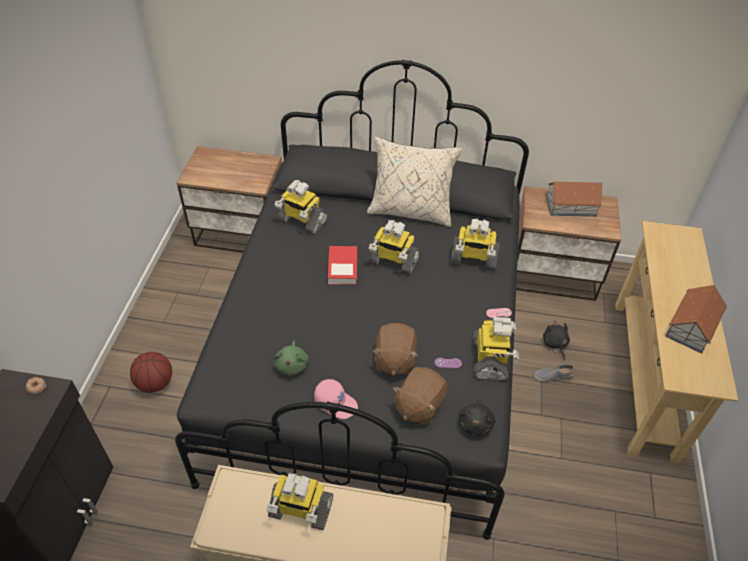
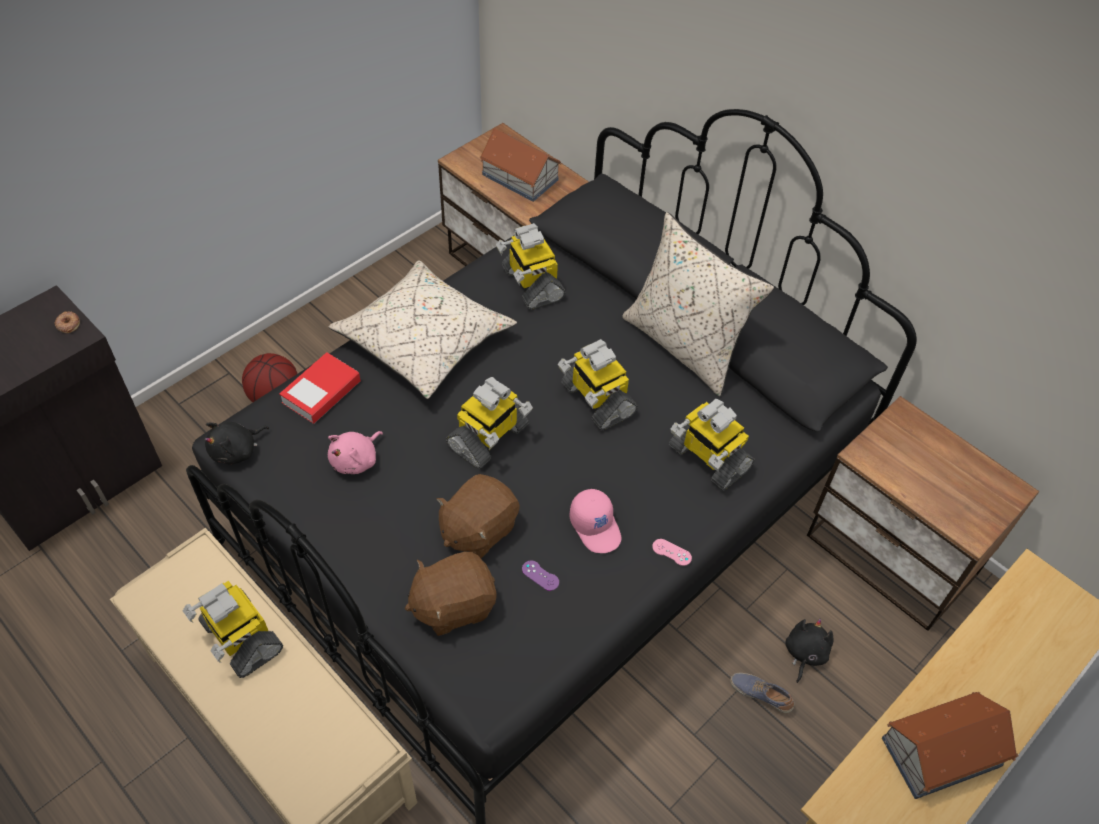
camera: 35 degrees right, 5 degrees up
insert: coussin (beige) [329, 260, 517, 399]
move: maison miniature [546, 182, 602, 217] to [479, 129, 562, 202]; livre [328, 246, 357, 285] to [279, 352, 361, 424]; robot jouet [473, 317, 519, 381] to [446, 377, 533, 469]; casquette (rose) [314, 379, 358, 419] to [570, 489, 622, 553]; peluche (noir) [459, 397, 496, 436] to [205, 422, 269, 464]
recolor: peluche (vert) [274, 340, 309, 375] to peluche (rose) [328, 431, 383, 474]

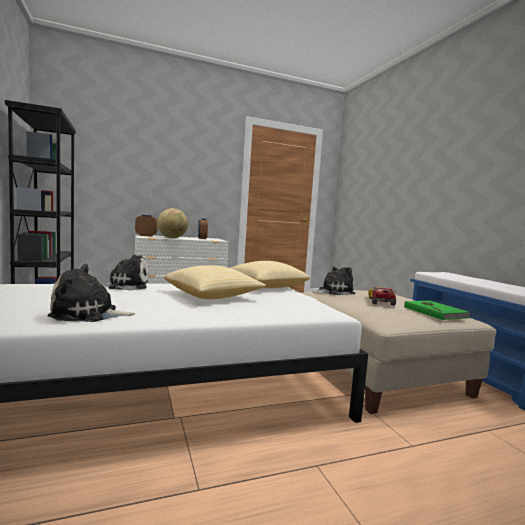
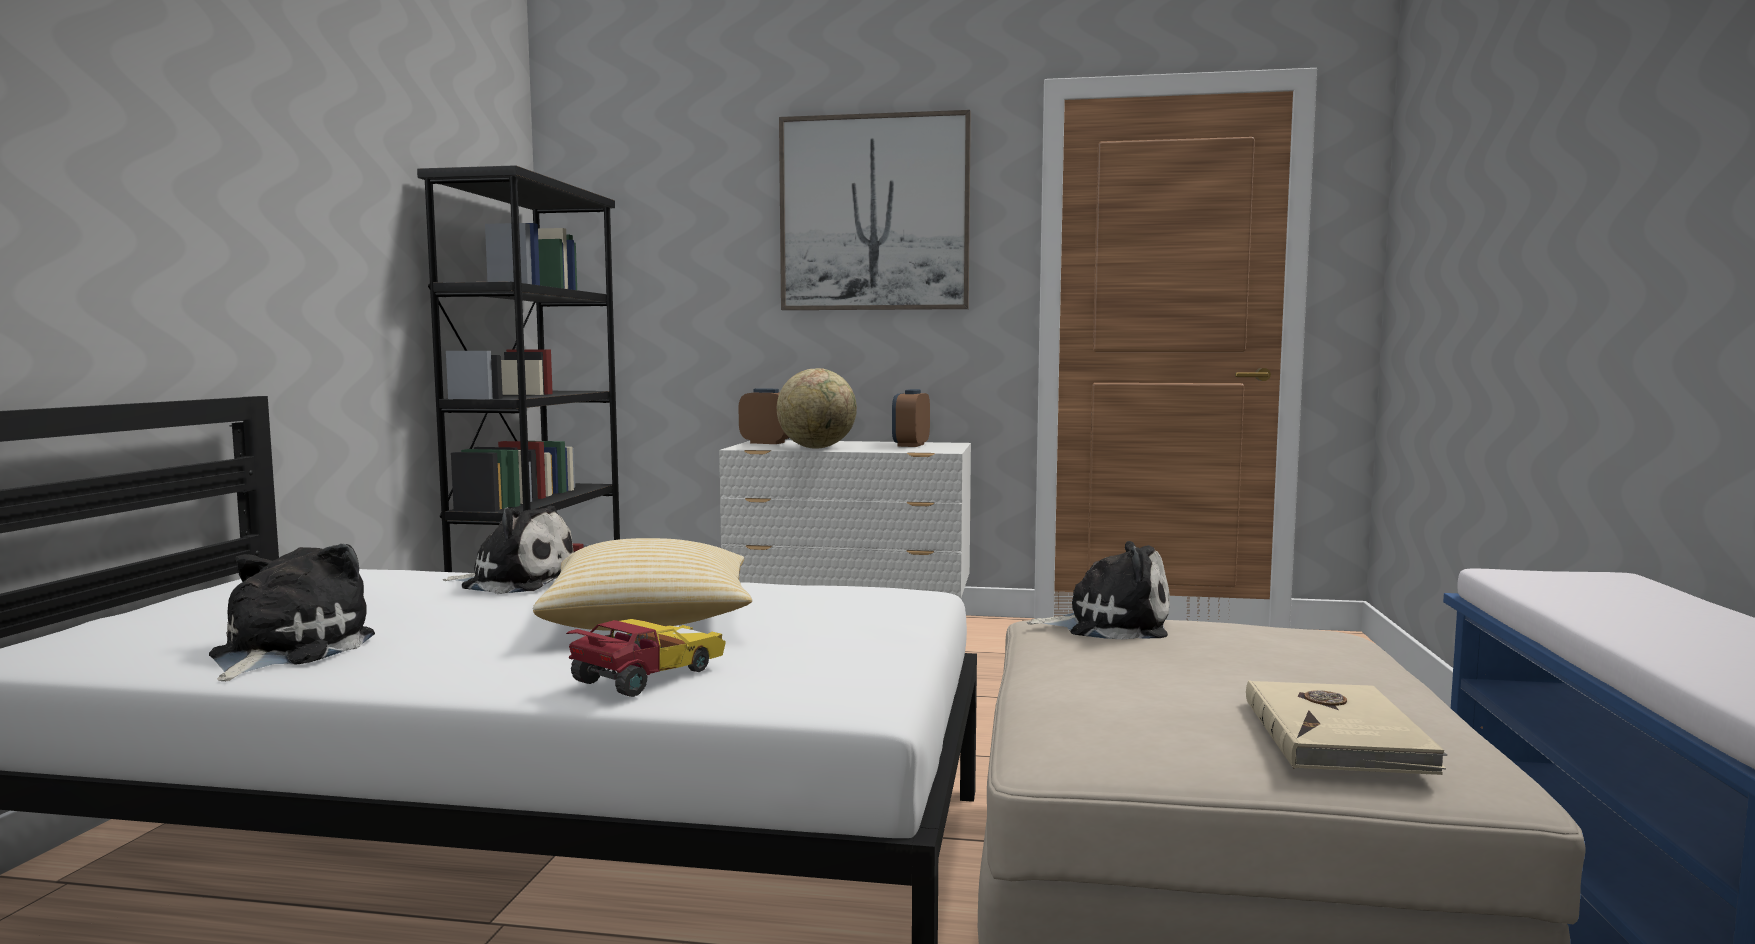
camera: 30 degrees right, 0 degrees up
delete: coussin [231, 261, 310, 288]
insert: tableau [779, 110, 971, 310]
move: petite voiture [368, 287, 396, 306] to [566, 619, 726, 697]
recolor: livre (vert) [404, 300, 470, 320] to livre (beige) [1246, 680, 1447, 775]
rotate: peluche [47, 264, 135, 322] = [209, 544, 375, 681] 75 degrees clockwise

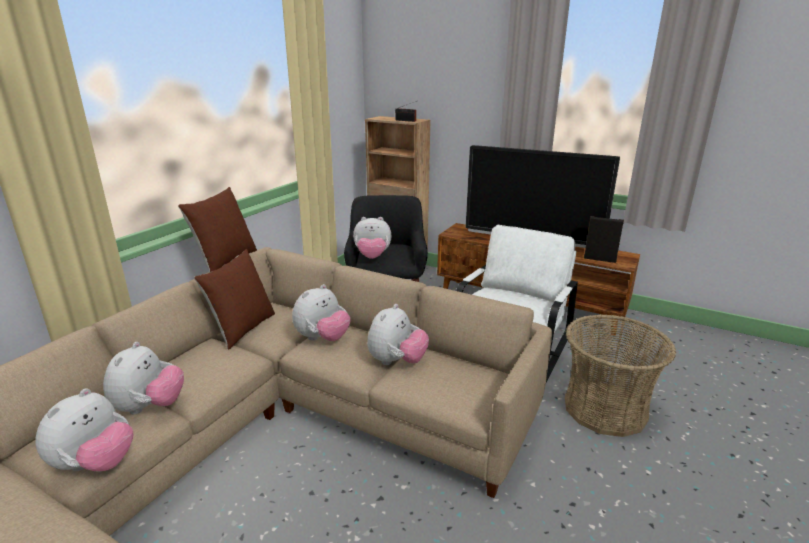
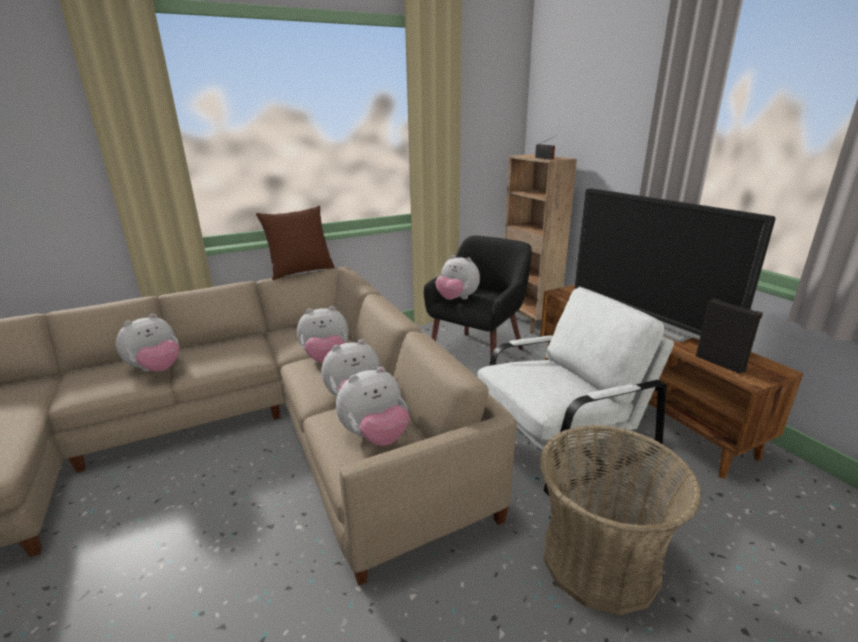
camera: 35 degrees right, 0 degrees up
delete: coussin (marron) [194, 249, 275, 350]
move: peluche [35, 388, 133, 472] to [336, 367, 409, 446]

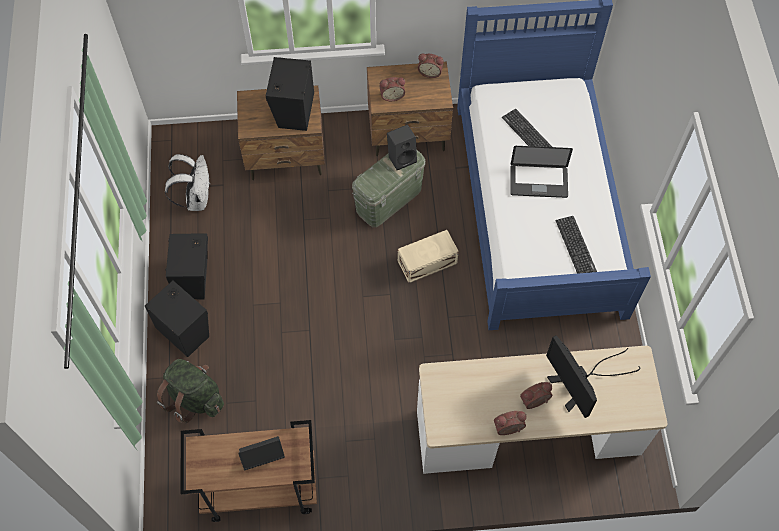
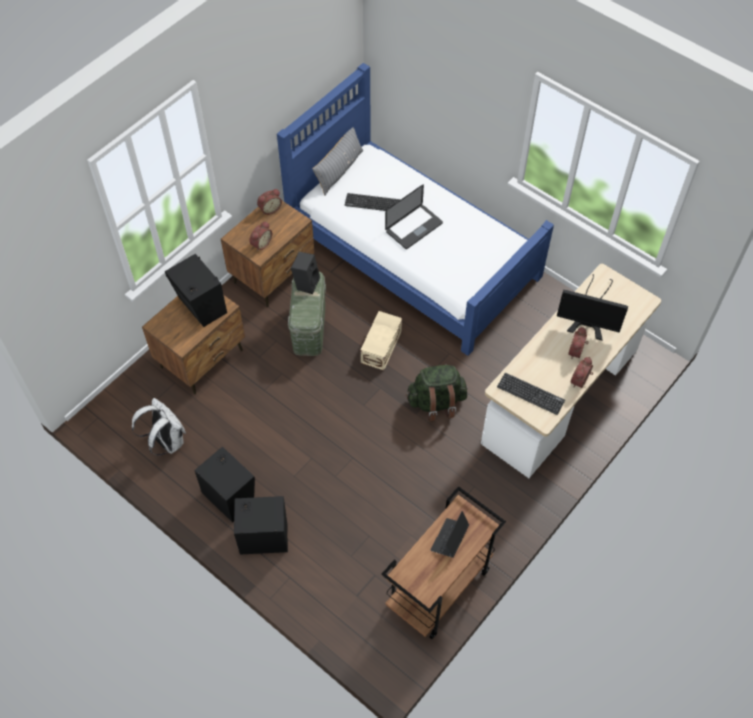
camera: 45 degrees left, 5 degrees down
insert: coussin (gris) [313, 127, 363, 196]
move: clavier [556, 216, 597, 274] to [497, 373, 565, 415]; sac à dos (vert) [157, 359, 224, 423] to [406, 365, 468, 422]

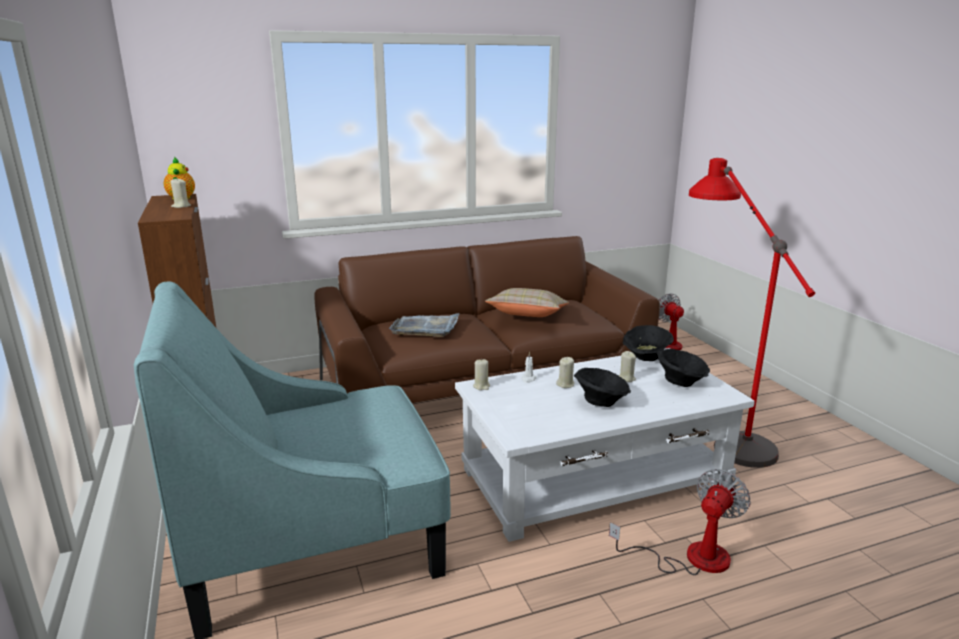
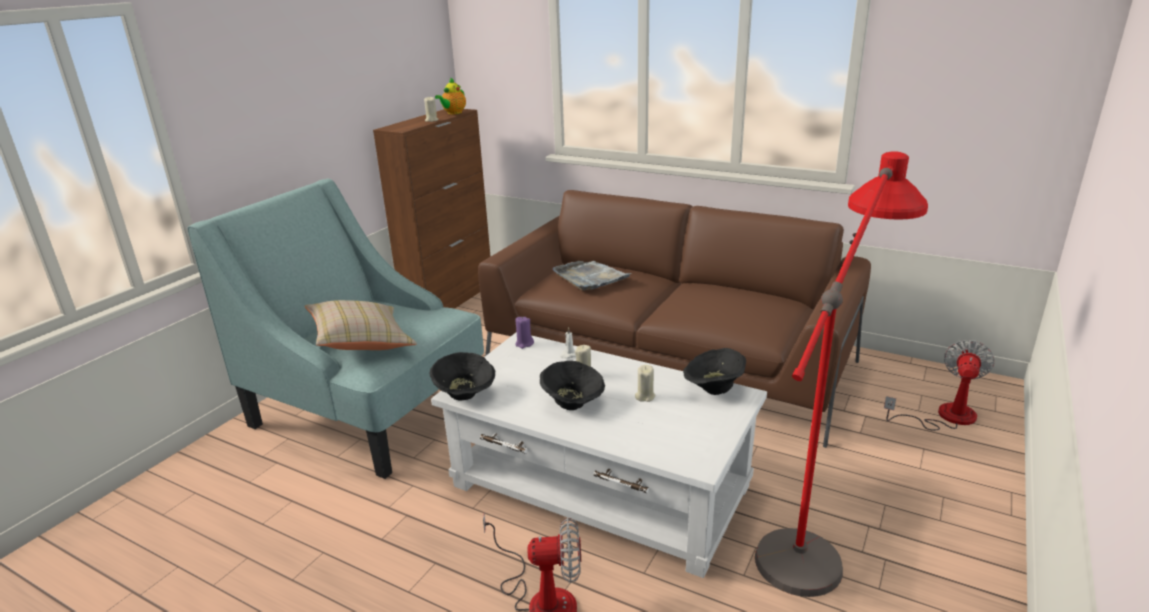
camera: 50 degrees right, 5 degrees up
move: coussin (beige) [485, 288, 569, 317] to [305, 300, 417, 350]; bol (noir) [657, 349, 710, 387] to [430, 352, 495, 401]
recolor: bougie (beige) [473, 359, 490, 390] to bougie (violet) [515, 316, 534, 349]

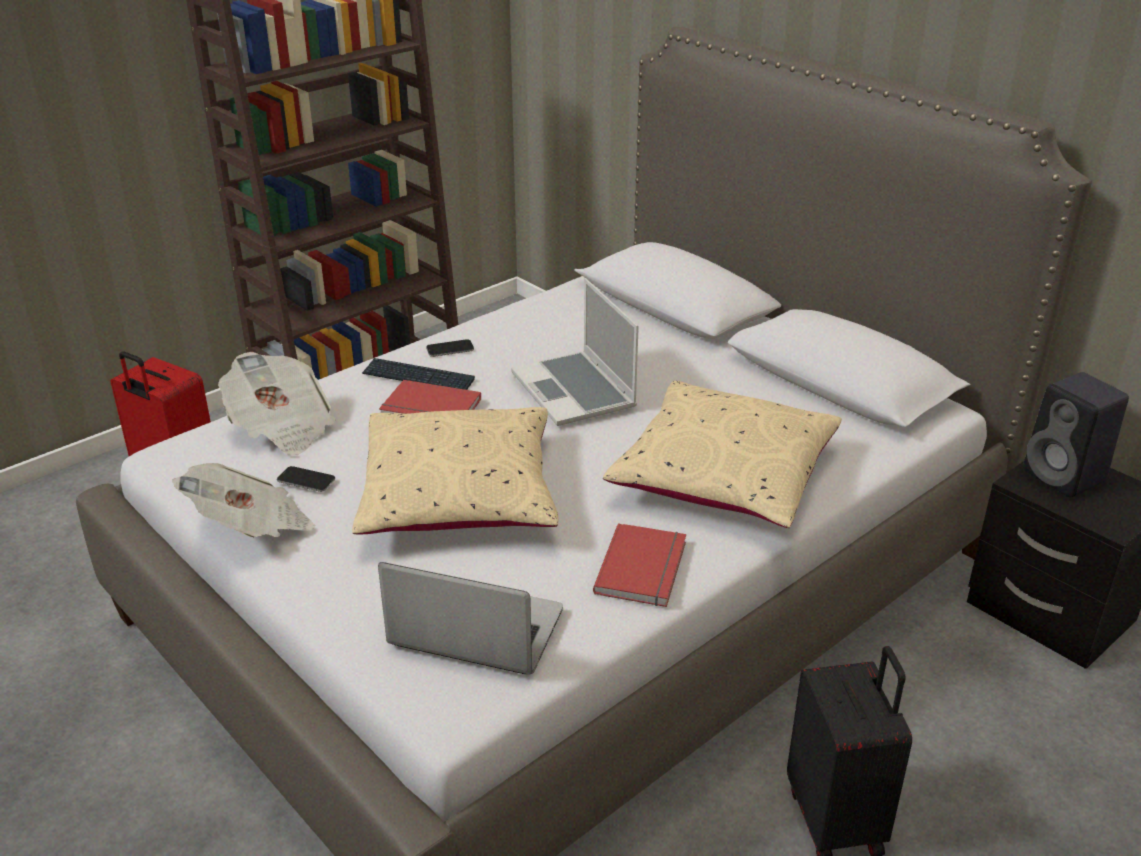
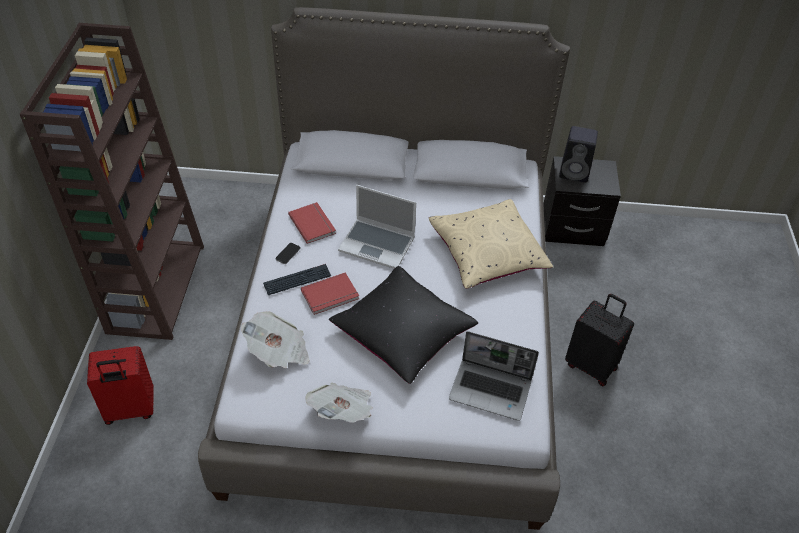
camera: 45 degrees left, 15 degrees up
delete: téléphone [277, 466, 335, 492]
move: livre (rouge) [593, 523, 686, 607] to [288, 202, 336, 244]
recolor: coussin (beige) [352, 407, 558, 534] to coussin (noir) [329, 266, 478, 384]
rotate: ordinateur portable [378, 562, 563, 674] = [449, 331, 539, 421] 135 degrees counterclockwise

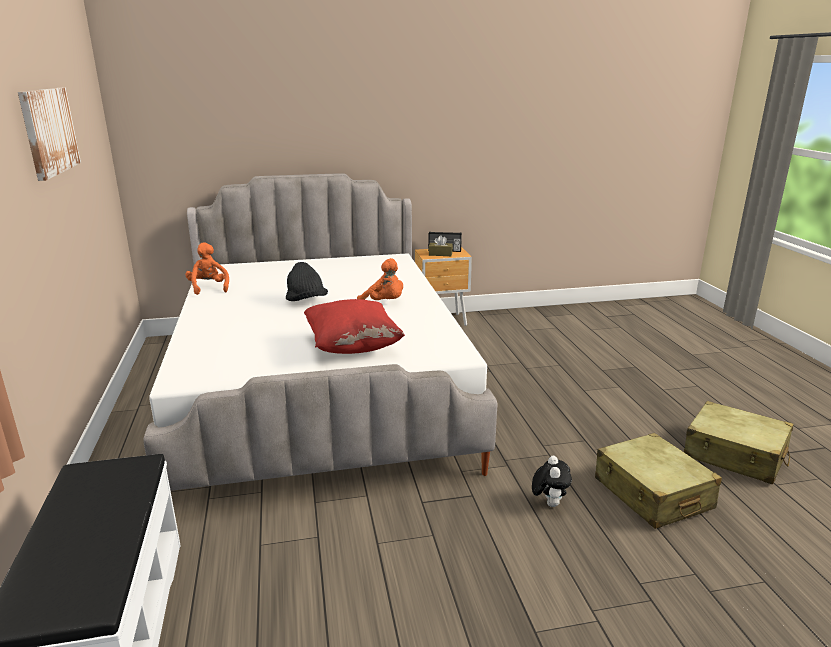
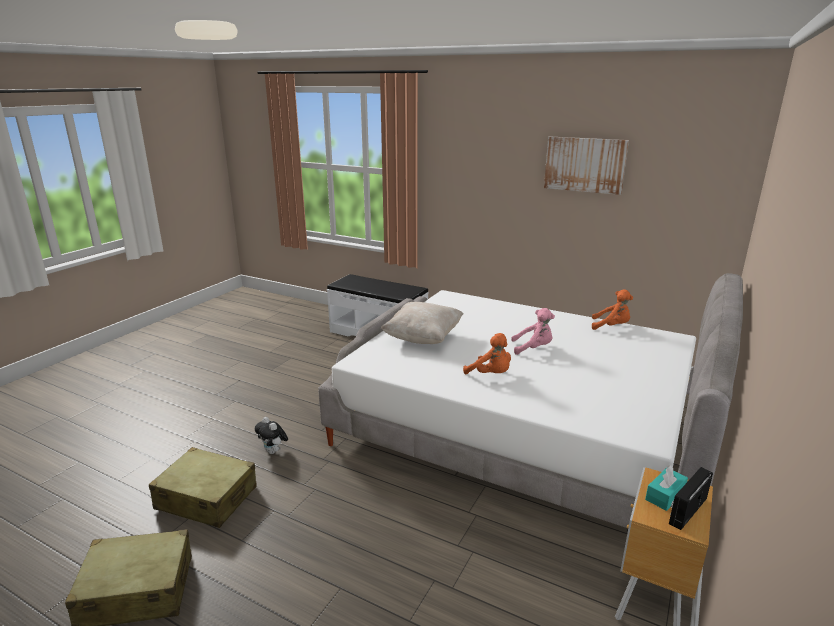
camera: 130 degrees right, 0 degrees up
replace: chapeau (noir) [286, 262, 328, 301] to peluche (rose) [511, 308, 555, 355]
recolor: boîte à mouchoirs (marron) [429, 235, 453, 256] to boîte à mouchoirs (turquoise) [645, 465, 688, 511]; coussin (rouge) [304, 299, 405, 354] to coussin (beige) [381, 302, 463, 344]
rotate: peluche (orange) [357, 258, 403, 300] = [463, 333, 511, 374] 120 degrees counterclockwise

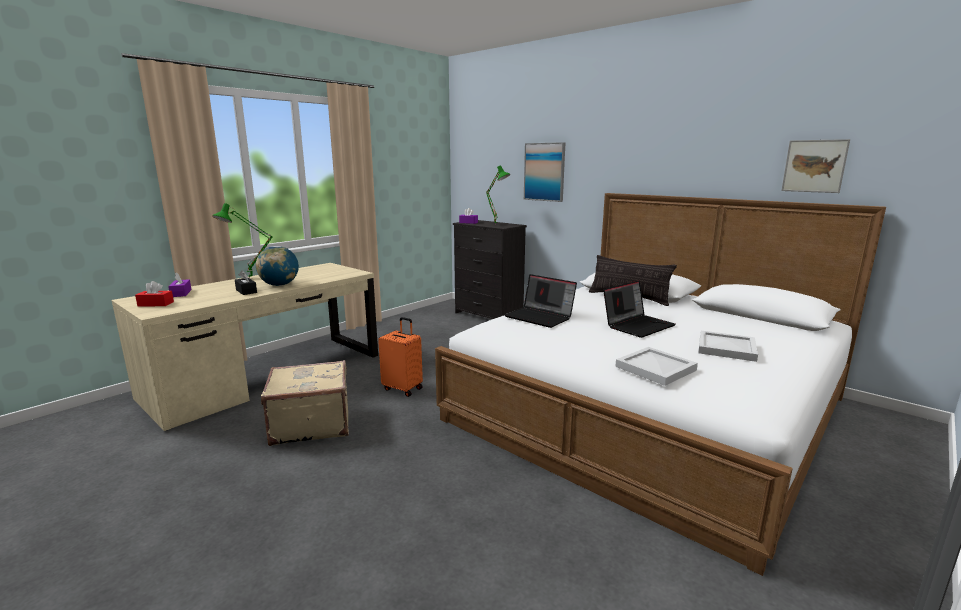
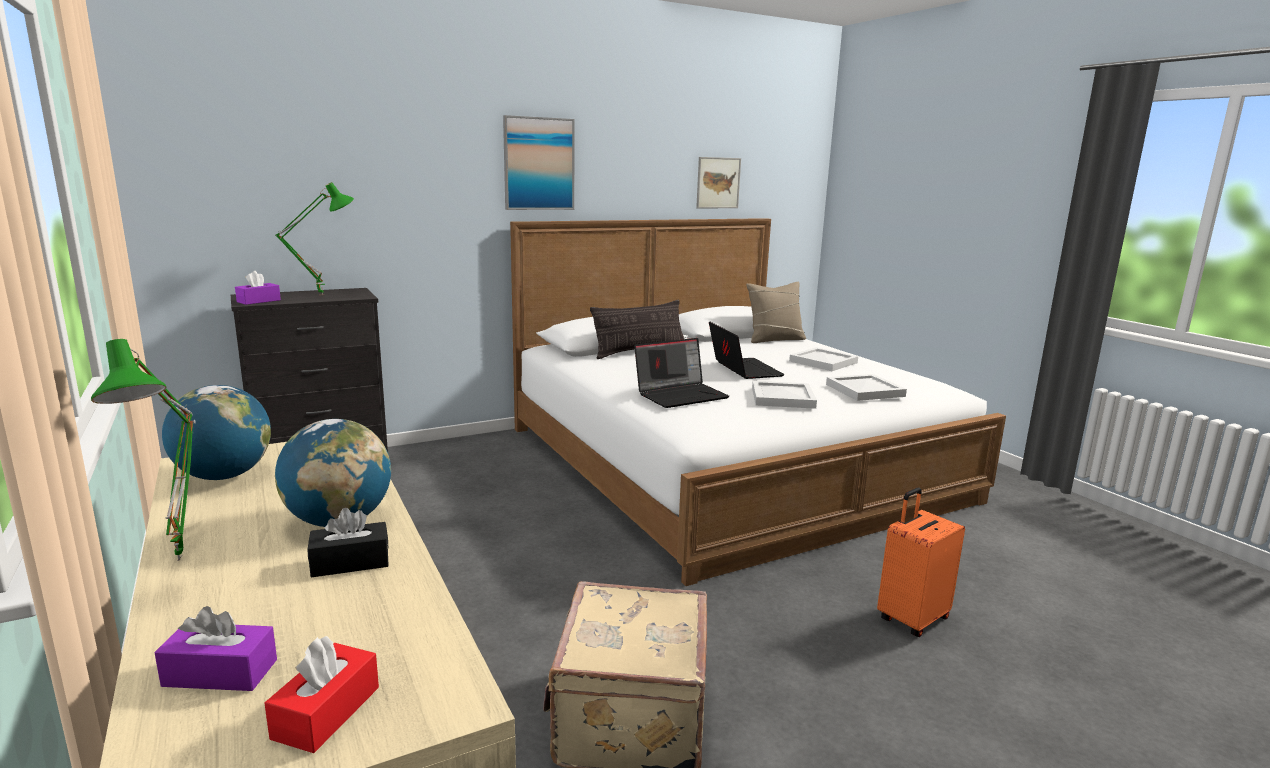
camera: 70 degrees left, 0 degrees up
insert: coussin (beige) [746, 282, 806, 343]; plateau (blanc) [752, 381, 817, 409]; globe [162, 385, 271, 480]
move: tableau [524, 142, 566, 202] to [503, 115, 575, 210]; valise (orange) [378, 317, 423, 397] to [877, 488, 965, 637]

